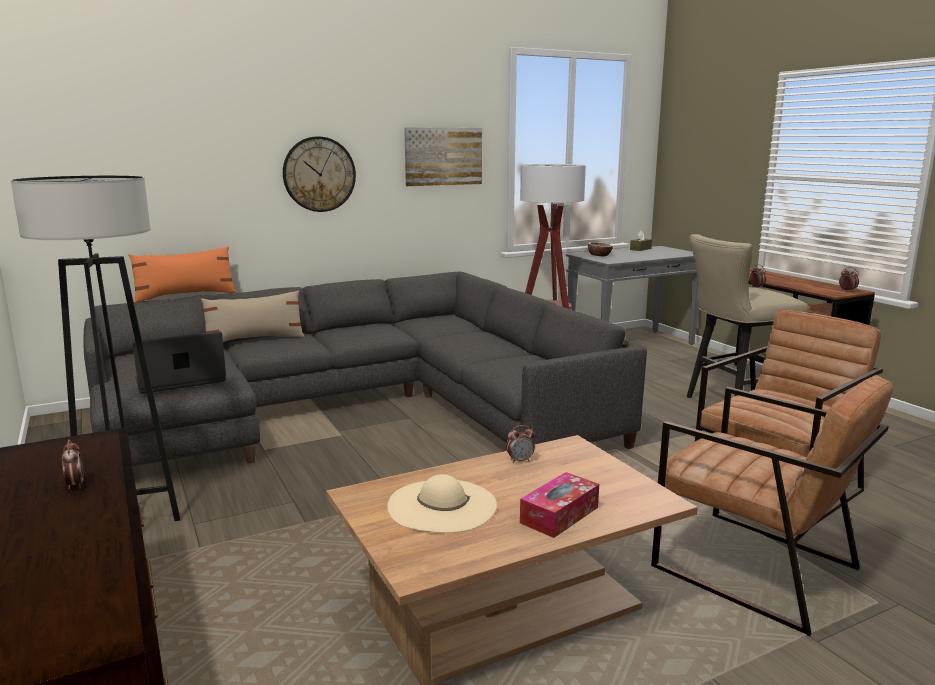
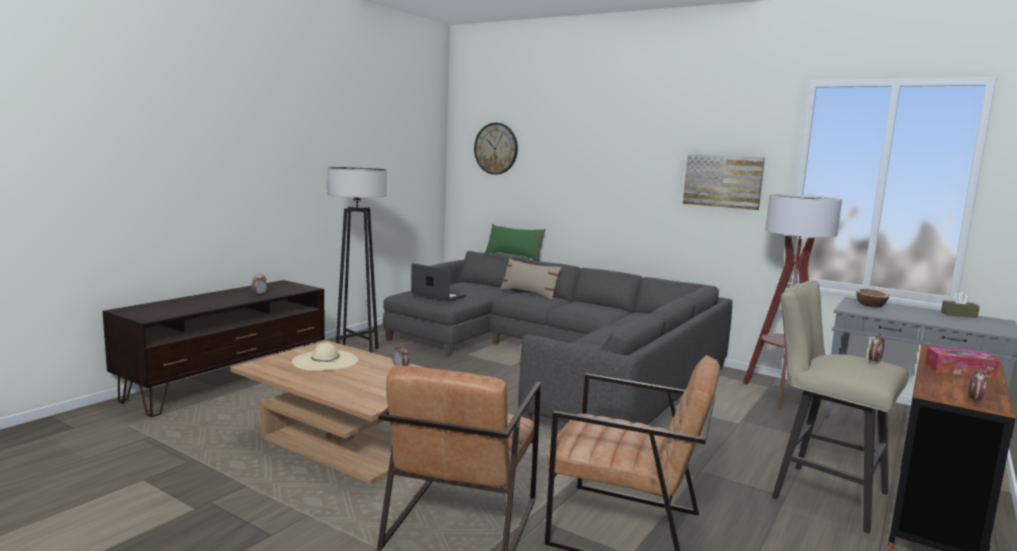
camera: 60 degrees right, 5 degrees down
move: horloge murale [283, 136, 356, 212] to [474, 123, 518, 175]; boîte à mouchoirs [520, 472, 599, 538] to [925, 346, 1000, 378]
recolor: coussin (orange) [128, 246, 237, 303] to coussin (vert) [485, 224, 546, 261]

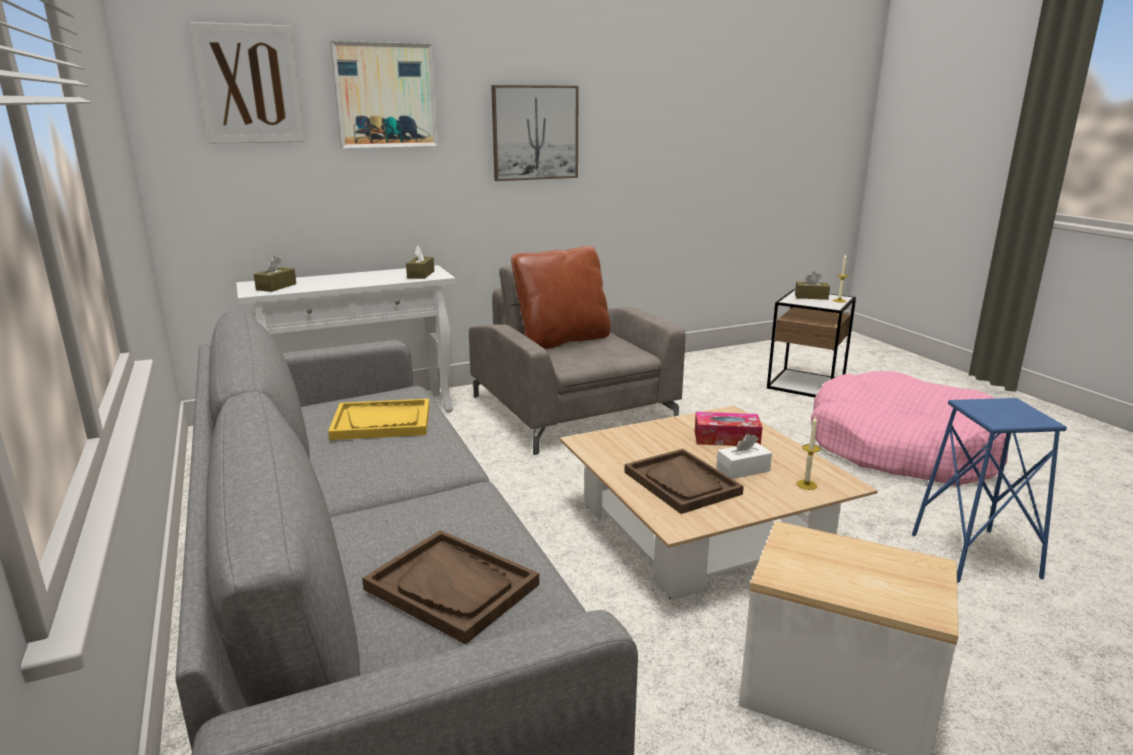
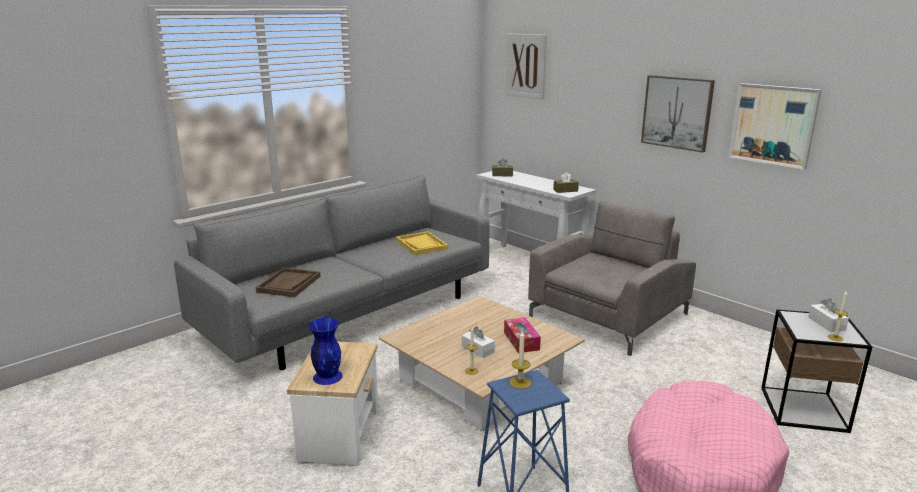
camera: 70 degrees right, 0 degrees up
delete: coussin (marron) [511, 246, 610, 349]; plateau (marron) [624, 449, 744, 514]
insert: vase (bleu) [308, 318, 343, 385]; bougie [509, 330, 531, 389]
move: tableau [330, 41, 438, 148] to [728, 83, 821, 170]
recolor: boîte à mouchoirs (marron) [795, 271, 830, 300] to boîte à mouchoirs (blanc) [808, 298, 849, 332]

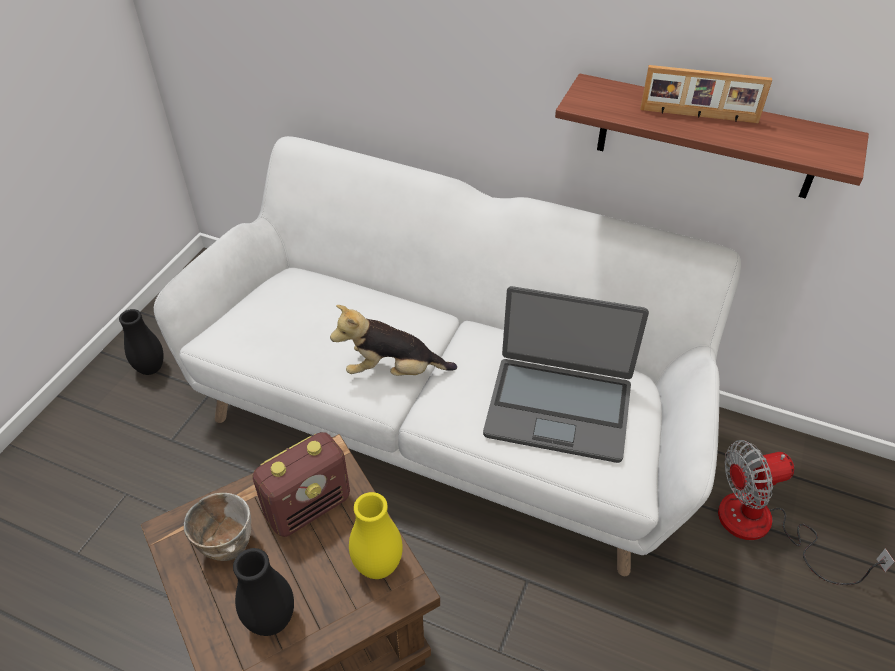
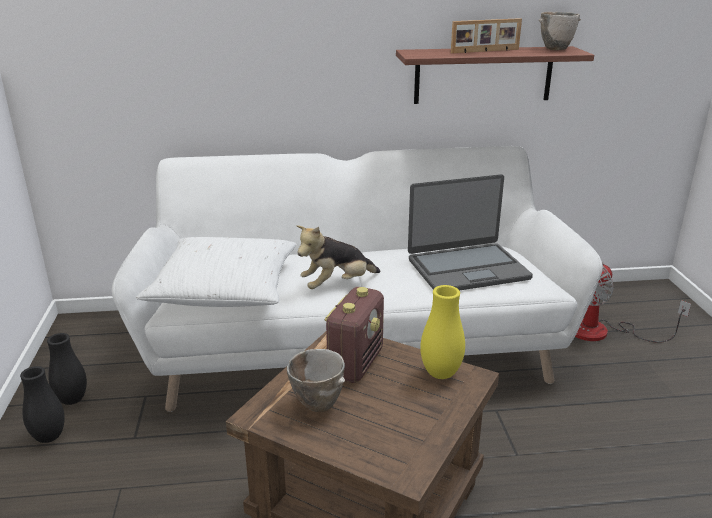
camera: 30 degrees left, 20 degrees down
insert: bol [539, 12, 581, 50]; coussin (blanc) [136, 237, 297, 307]
move: vase (noir) [233, 548, 294, 636] to [20, 366, 65, 443]

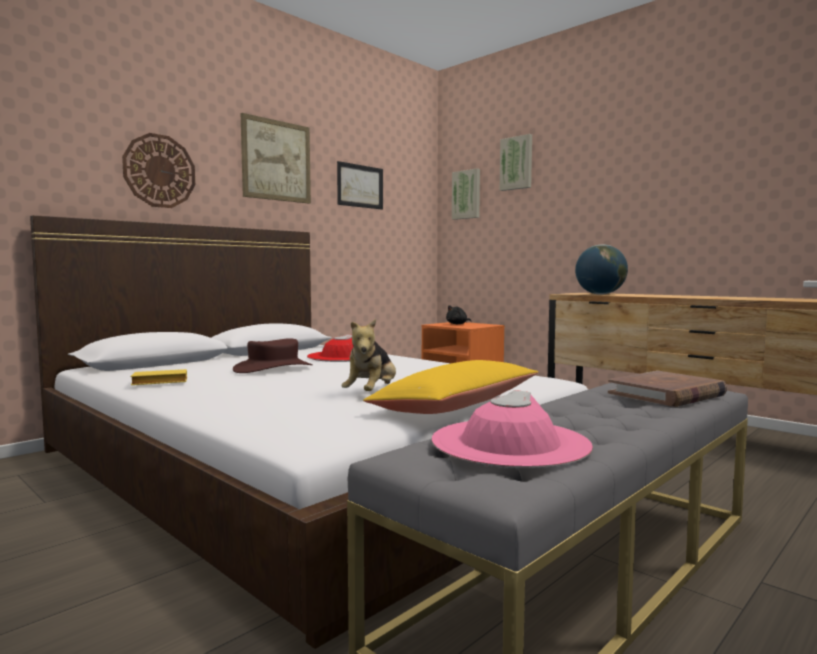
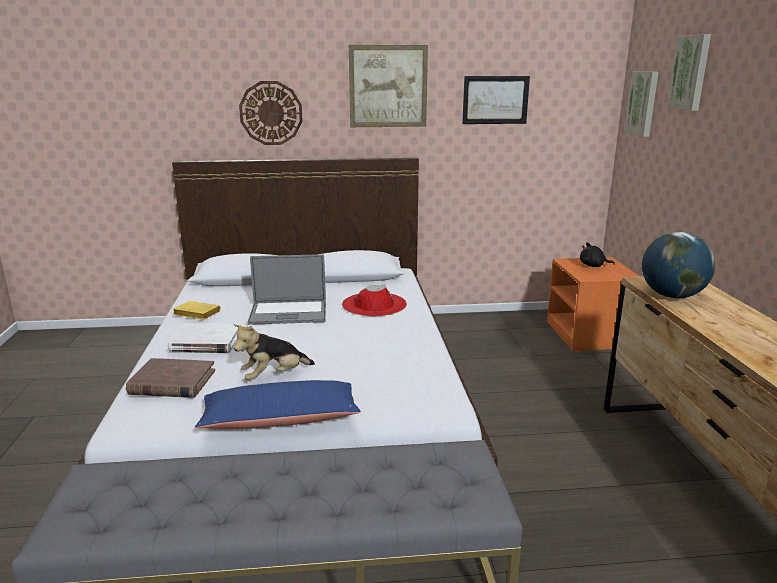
camera: 40 degrees right, 15 degrees up
delete: chapeau (rose) [432, 390, 593, 468]
insert: livre (blanc) [168, 323, 241, 353]
move: livre (marron) [608, 371, 727, 407] to [126, 358, 215, 398]
replace: chapeau (marron) [233, 338, 313, 373] to ordinateur portable [248, 254, 326, 325]
recolor: coussin (jaune) [363, 360, 539, 414] to coussin (bleu) [195, 380, 361, 429]

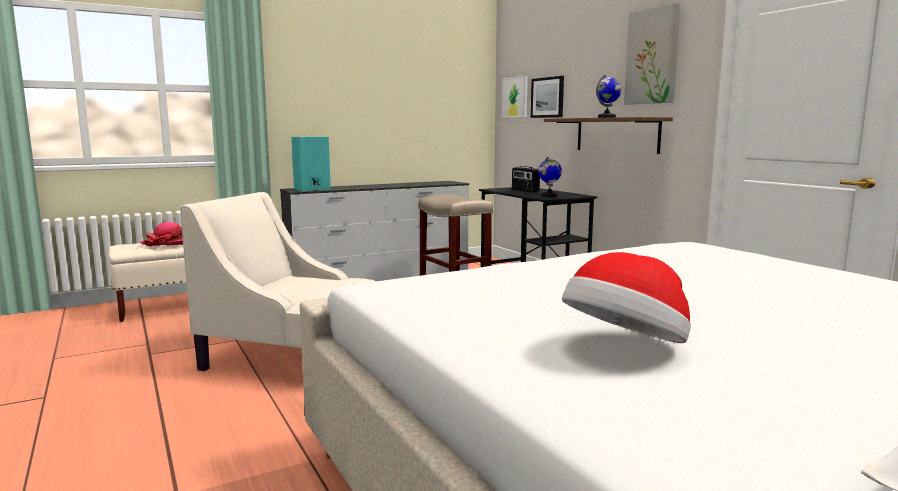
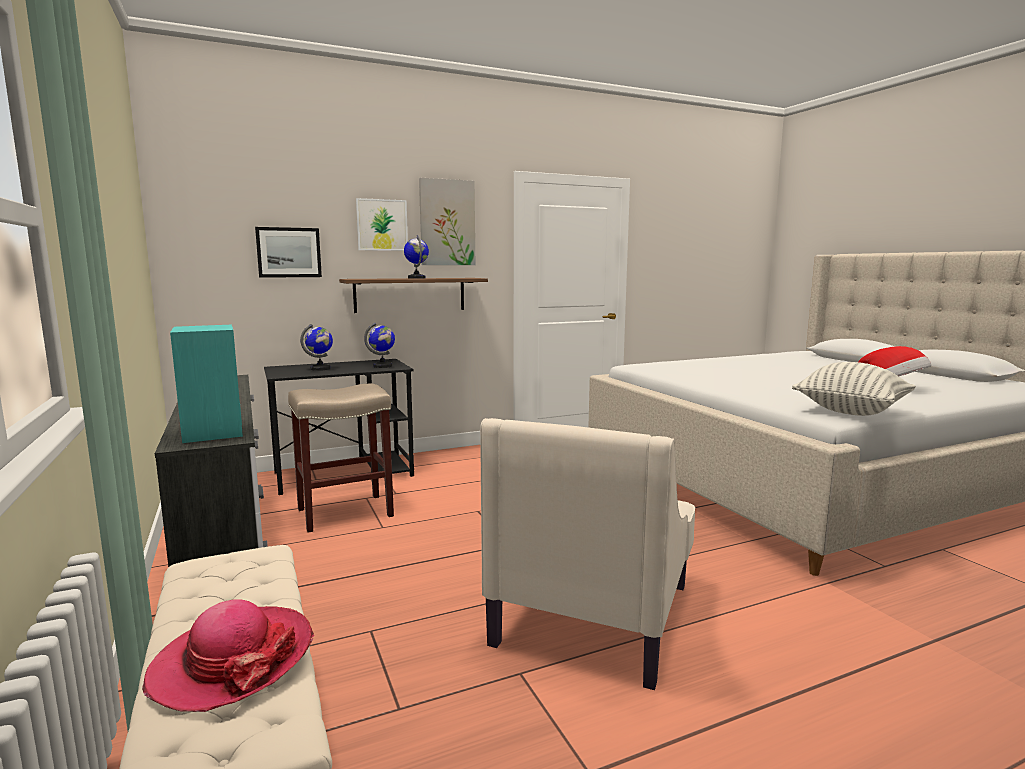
camera: 85 degrees left, 0 degrees up
insert: coussin [792, 362, 916, 416]
move: tableau [502, 76, 528, 118] to [356, 198, 408, 251]
replace: radio [512, 166, 540, 193] to globe [300, 324, 333, 371]

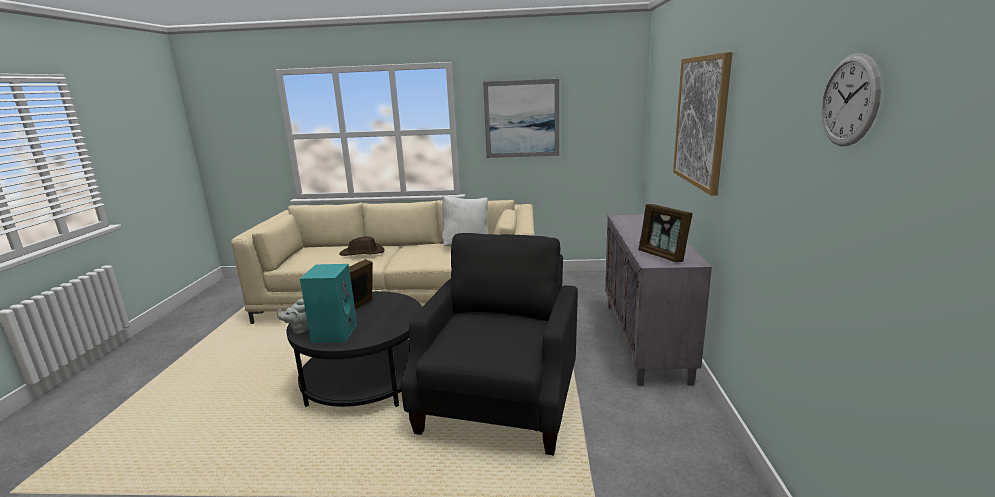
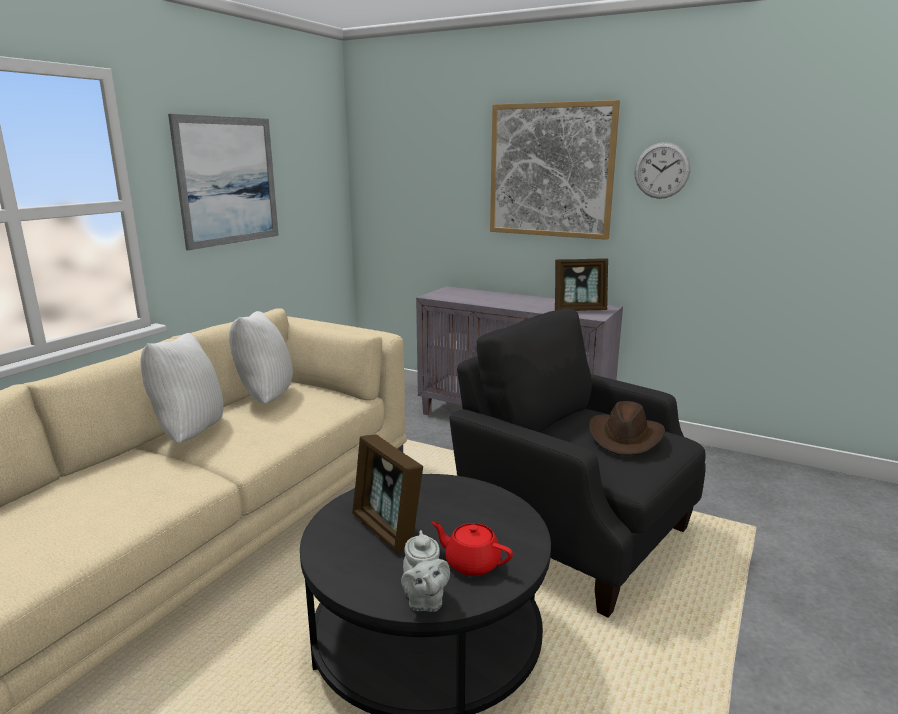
camera: 65 degrees left, 0 degrees up
insert: coussin (blanc) [141, 333, 224, 444]
move: horloge murale [821, 53, 881, 146] to [634, 142, 690, 199]; chapeau (marron) [339, 236, 385, 256] to [589, 401, 665, 455]
replace: enceinte (turquoise) [300, 264, 357, 343] to théière (rouge) [431, 522, 513, 576]

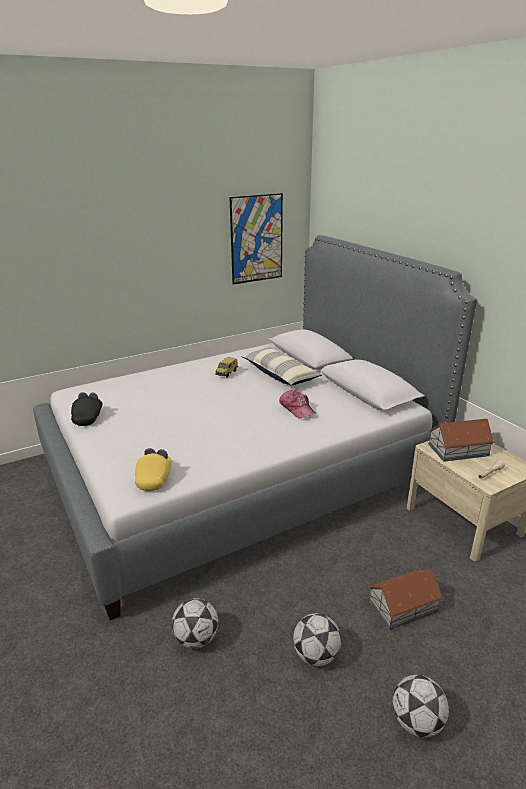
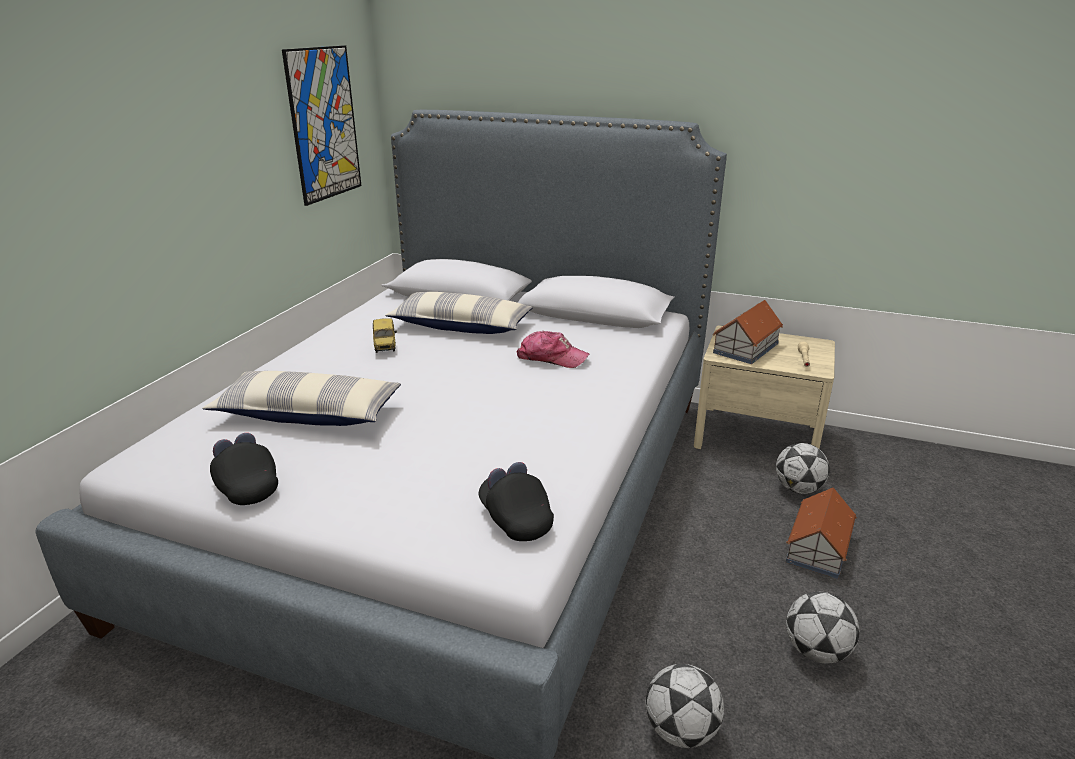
camera: 40 degrees left, 0 degrees up
insert: coussin [202, 371, 401, 426]
move: ballon de foot [392, 675, 449, 738] to [776, 443, 830, 494]
recolor: casquette (jaune) [135, 448, 172, 491] to casquette (noir) [479, 462, 554, 541]

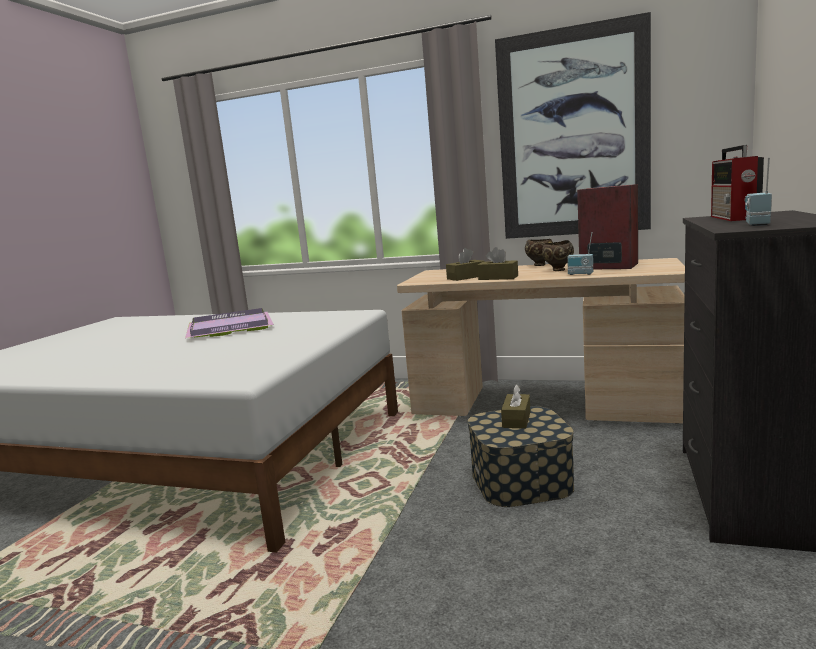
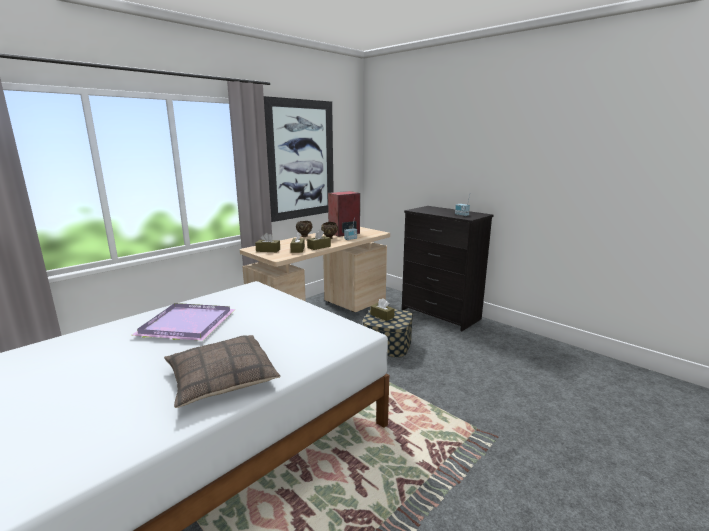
camera: 65 degrees left, 5 degrees up
delete: radio [711, 145, 764, 221]
insert: boîte à mouchoirs (marron) [255, 233, 280, 252]; coussin [164, 335, 281, 408]

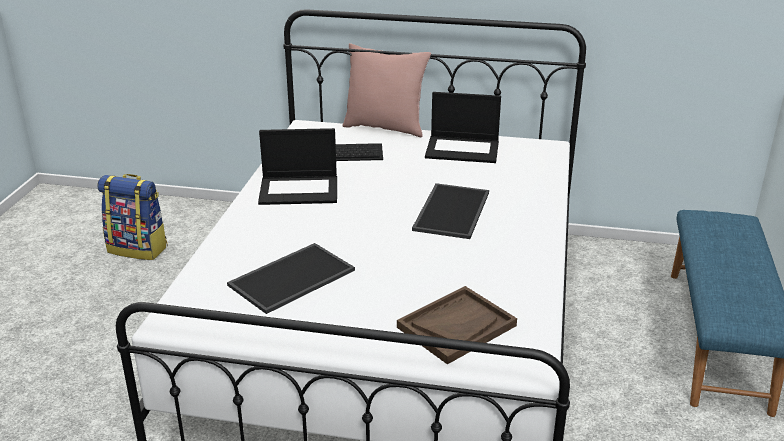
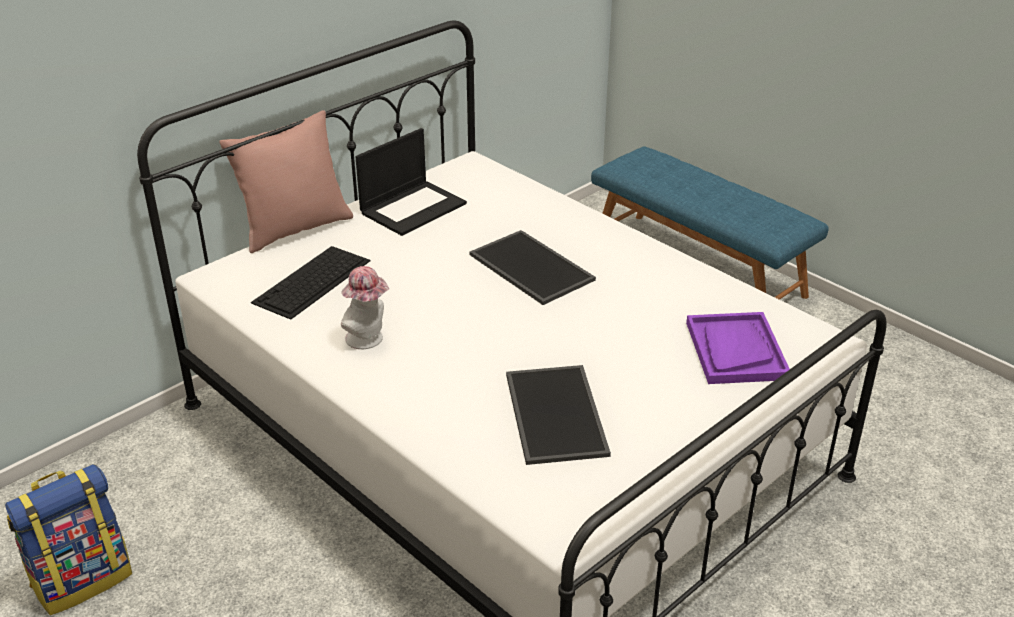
camera: 55 degrees left, 5 degrees up
replace: ordinateur portable [258, 128, 337, 205] to chapeau [341, 266, 389, 349]
recolor: plateau (marron) [397, 286, 517, 364] to plateau (violet) [686, 312, 790, 384]

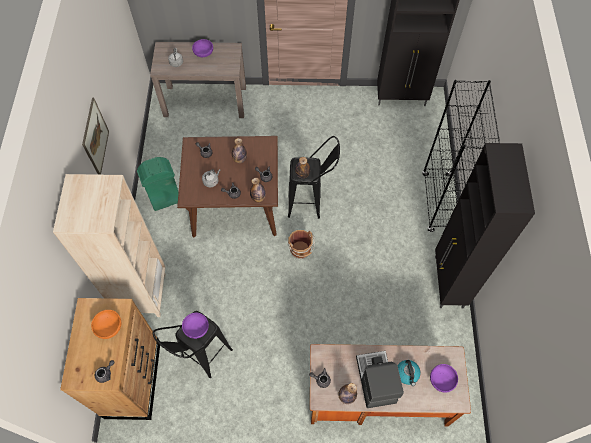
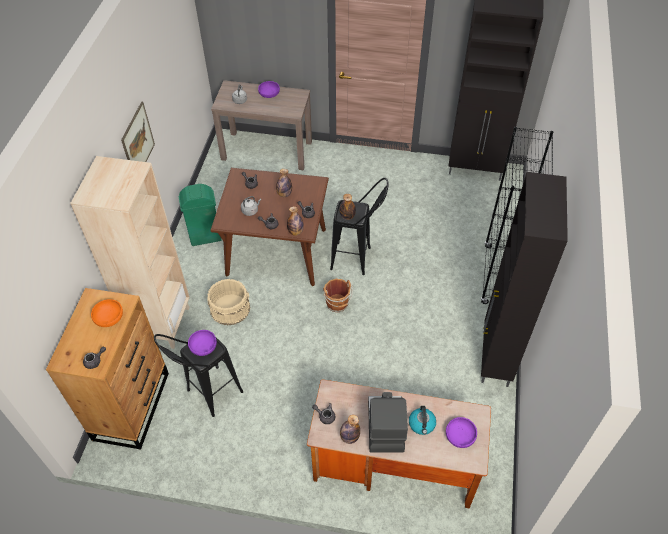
camera: 10 degrees right, 10 degrees down
insert: seau (beige) [207, 279, 250, 326]

